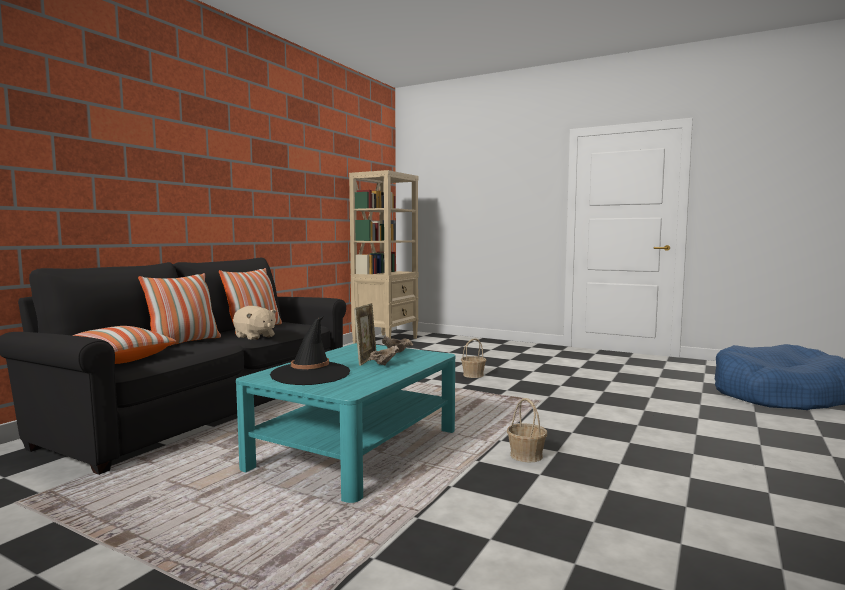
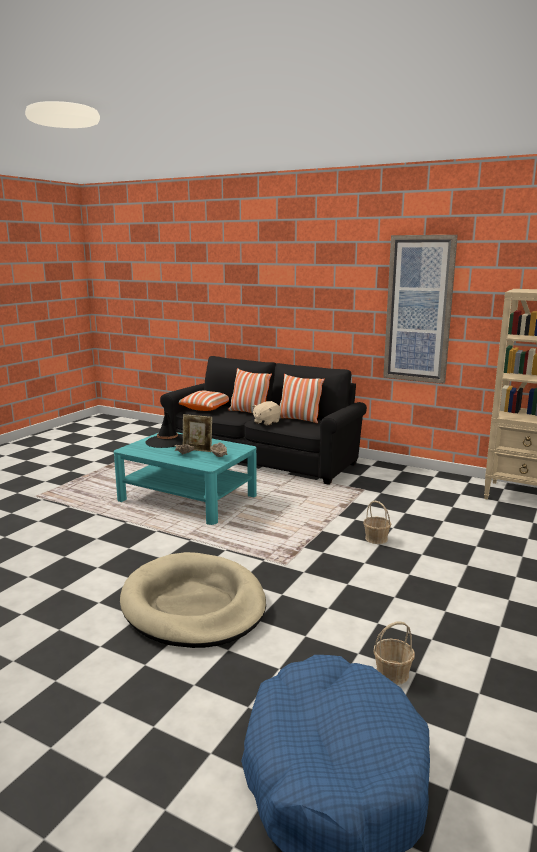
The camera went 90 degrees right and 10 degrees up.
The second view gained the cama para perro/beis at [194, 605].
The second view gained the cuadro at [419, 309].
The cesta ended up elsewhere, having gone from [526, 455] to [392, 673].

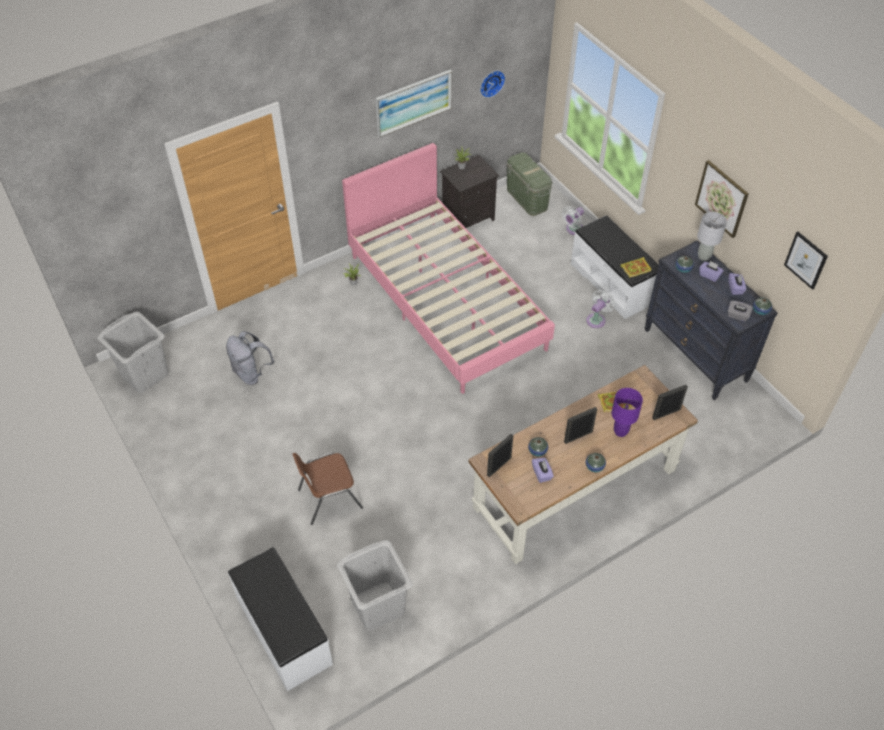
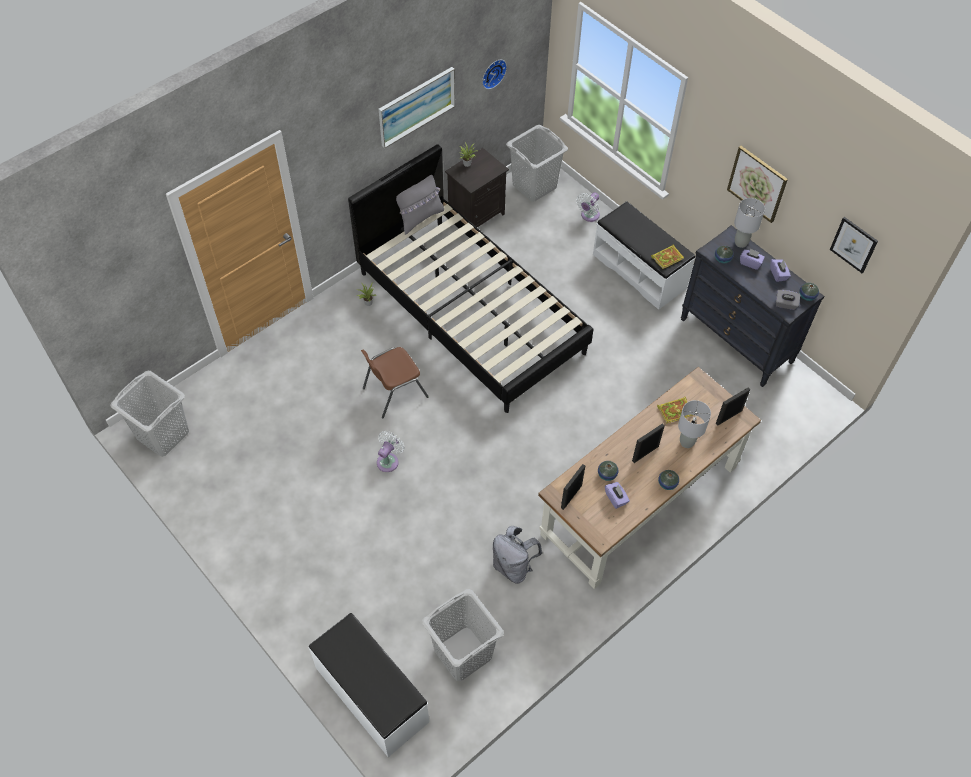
The camera went 10 degrees left and 5 degrees up.
The second view gained the cojín/gris at [419, 217].
The mochila/gris ended up elsewhere, having gone from [251, 373] to [513, 566].
The silla/marrón ended up elsewhere, having gone from [329, 498] to [394, 392].
The ventilador/blanco ended up elsewhere, having gone from [597, 319] to [389, 460].
Where the caja de almacenaje/verde stood at [527, 199], the cesto de la ropa/gris came to stand at [534, 186].
What was the cama/rosa at [446, 301] turned into the cama/negro at [470, 311].
What was the lámpara de mesa/morado at [621, 432] turned into the lámpara de mesa/gris at [687, 442].

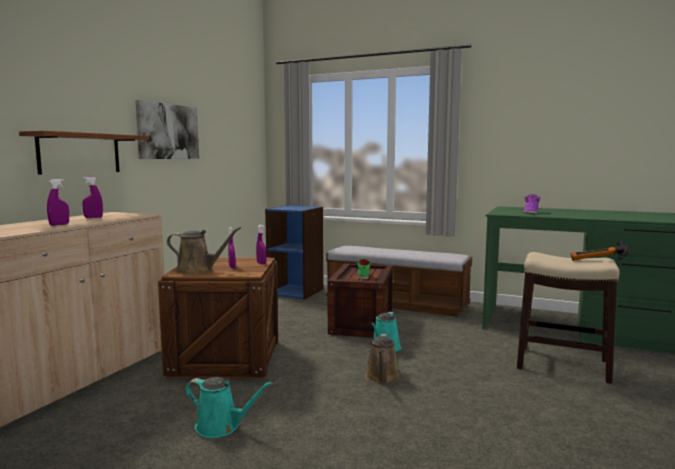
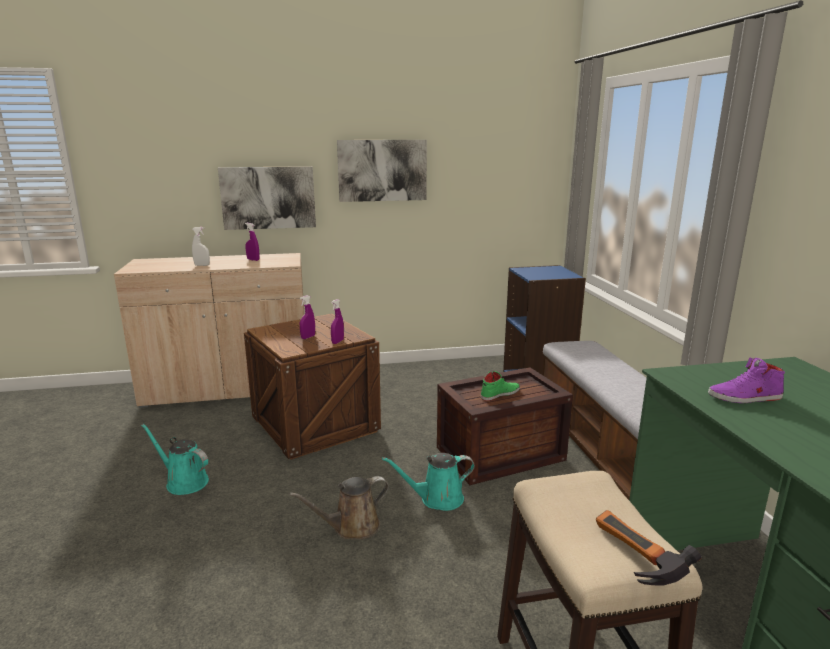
The camera went 55 degrees right and 10 degrees up.
The second view lost the regadera/marrón at [198, 270].
Where the estante/marrón hung at [80, 153], the cuadro came to hang at [268, 197].
What was the pulverizador/morado at [59, 225] turned into the pulverizador/blanco at [202, 265].
The regadera/turquesa at [221, 427] ended up facing another way, 135 degrees clockwise from before.

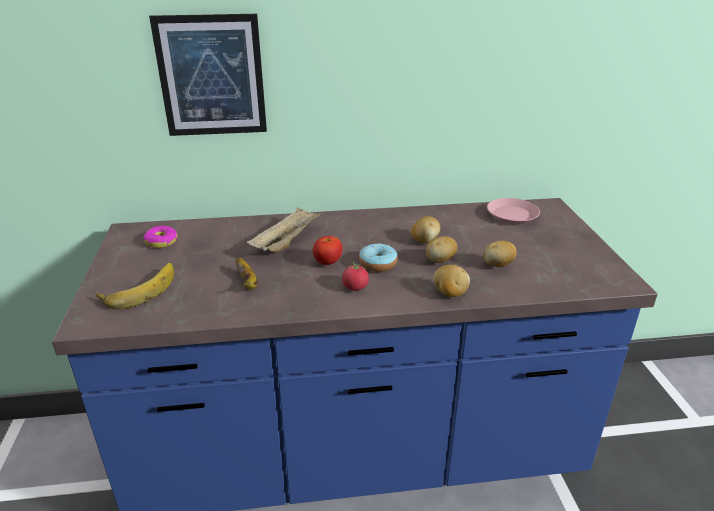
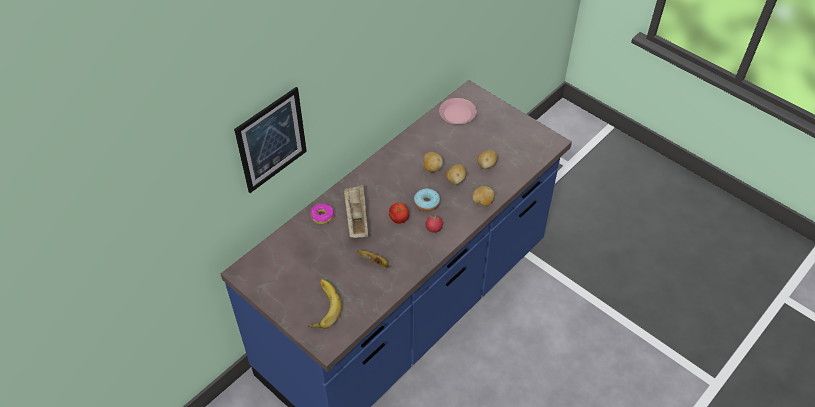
The camera went 40 degrees left and 20 degrees up.
The rosquilla ended up elsewhere, having gone from [161, 242] to [322, 216].

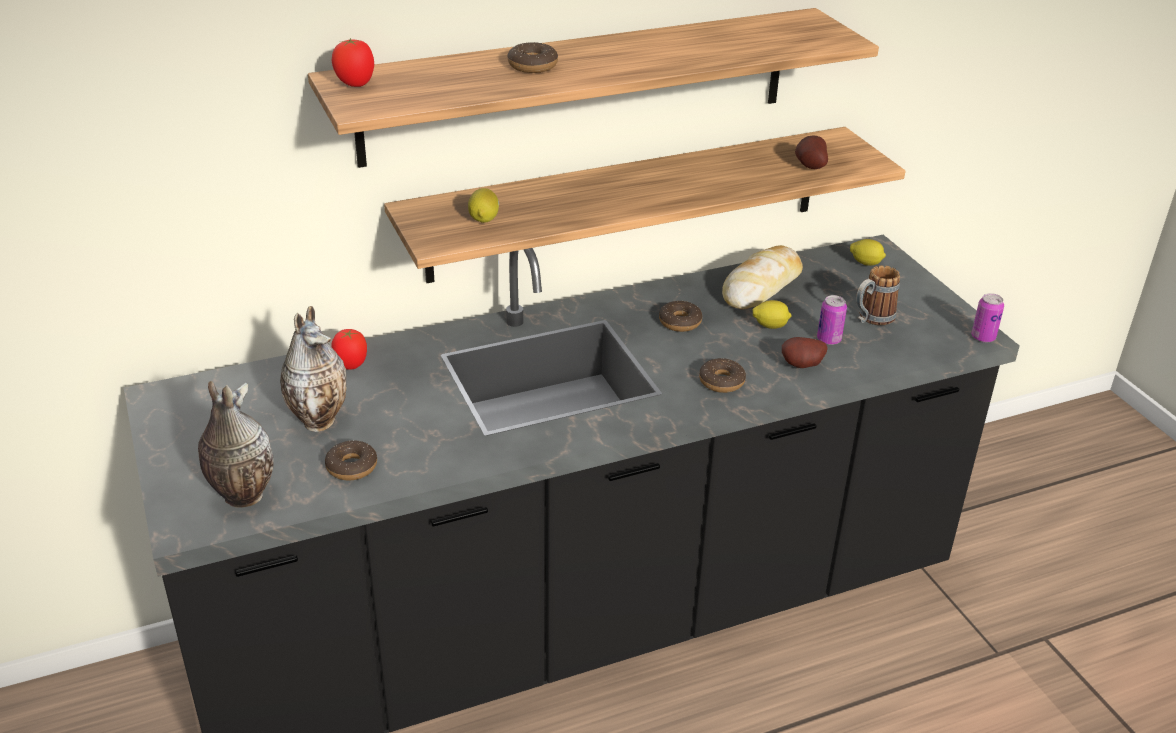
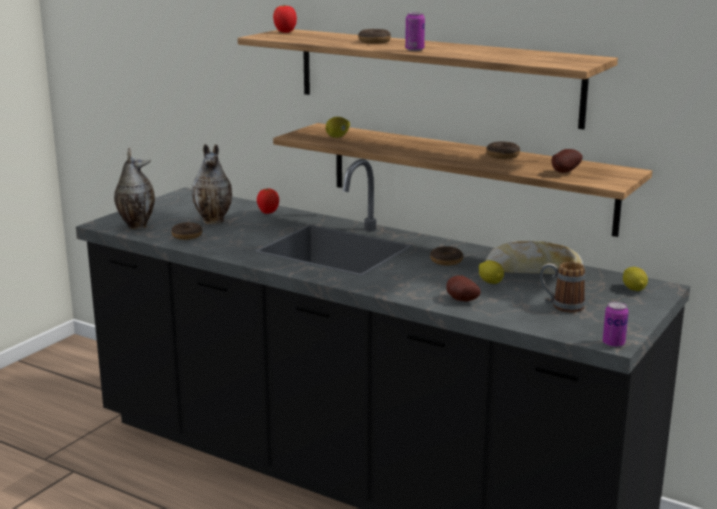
The camera went 55 degrees right and 15 degrees down.
The rosquilla ended up elsewhere, having gone from [721, 381] to [502, 155].
The lata ended up elsewhere, having gone from [829, 339] to [414, 50].

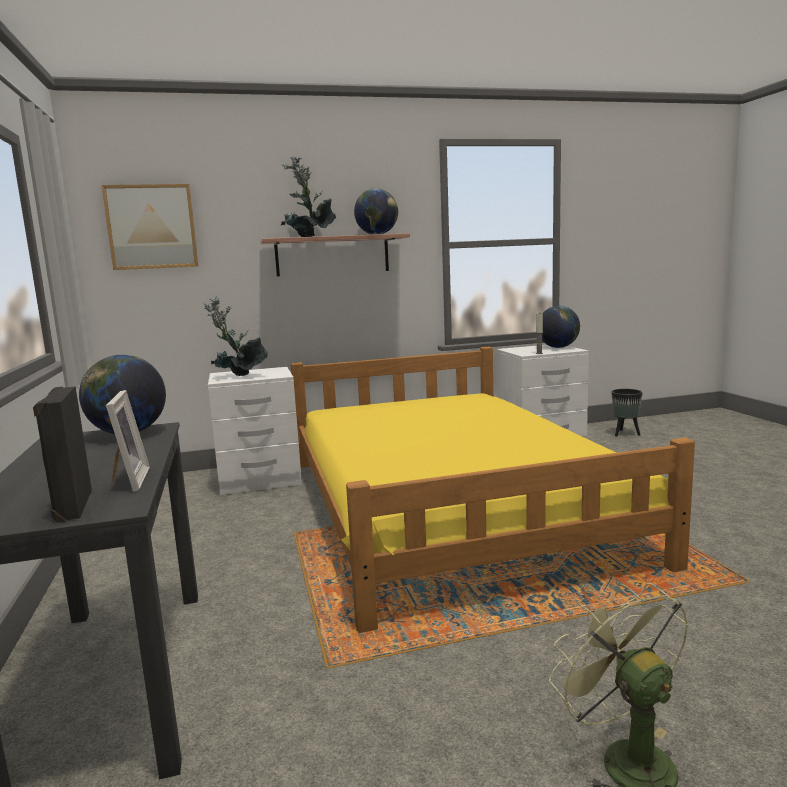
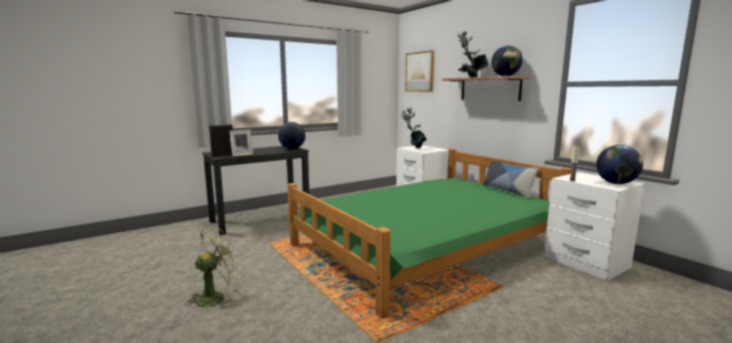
The camera went 70 degrees right and 0 degrees up.
The second view lost the maceta/negro at [625, 434].
The second view gained the cojín at [508, 190].
What was the cama/amarillo at [448, 506] turned into the cama/verde at [426, 245].

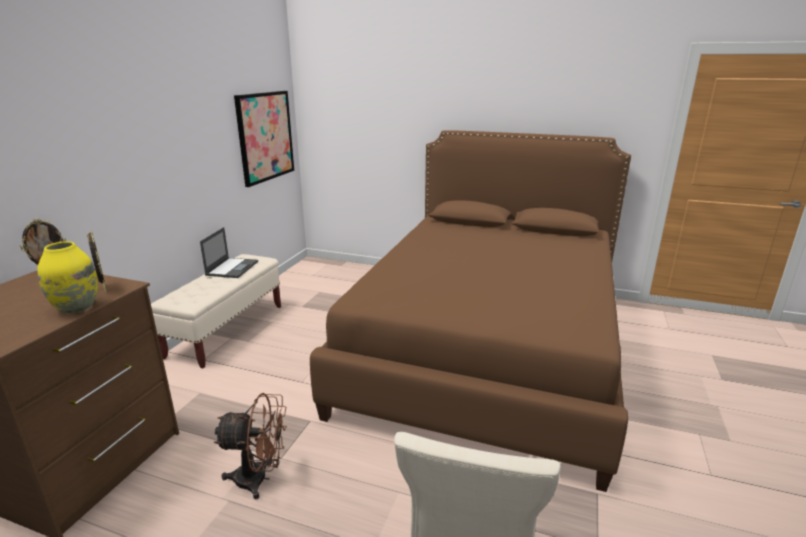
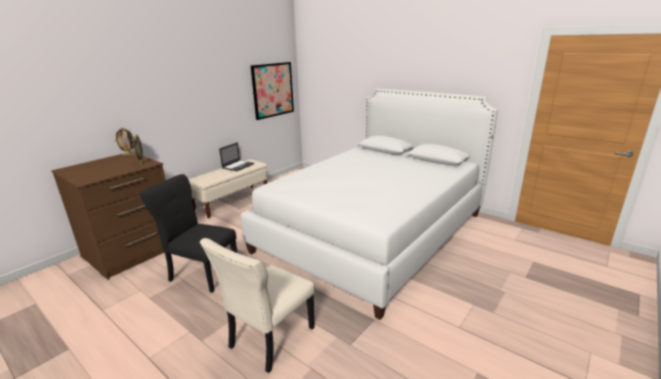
The camera went 20 degrees right and 0 degrees up.
The second view lost the florero/amarillo at [76, 307].
Where the ventilador/marrón stood at [259, 479], the silla/negro came to stand at [202, 273].
What was the cama/marrón at [488, 347] turned into the cama/blanco at [373, 232].

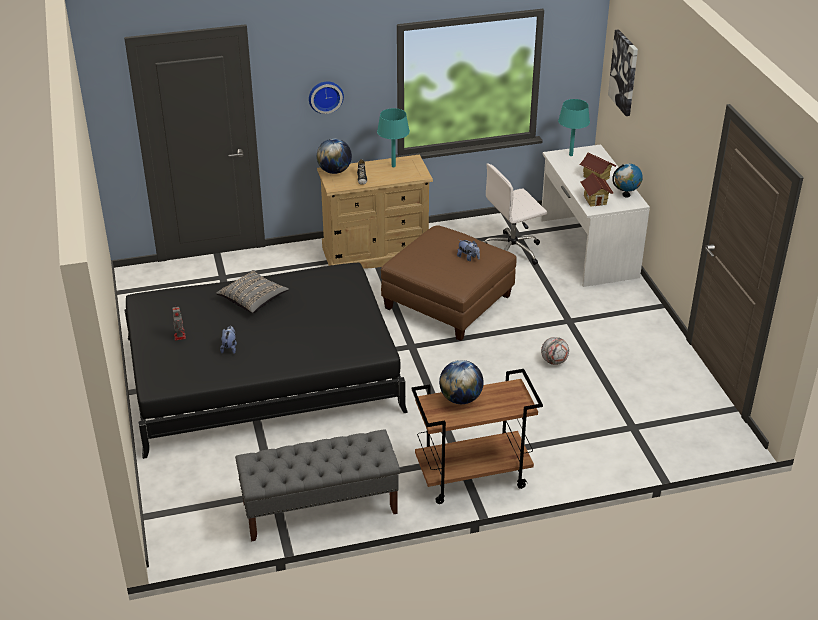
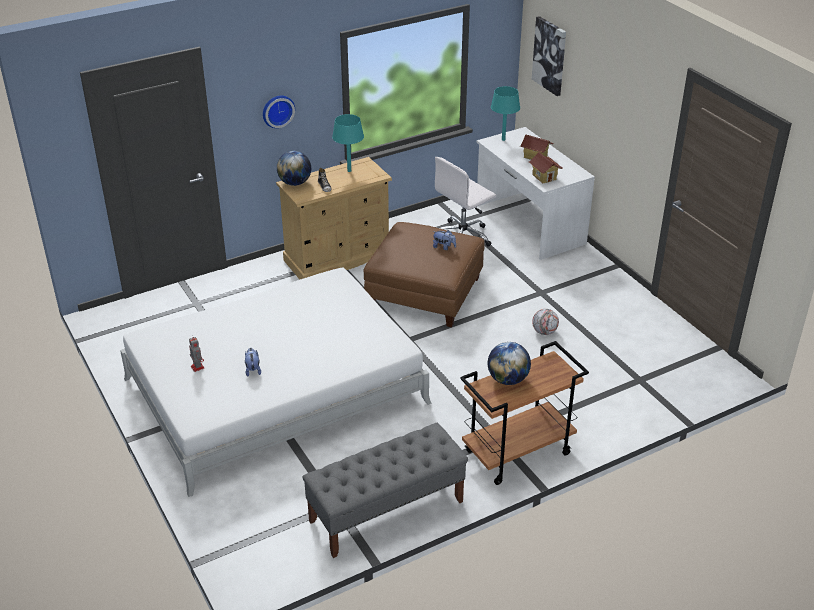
The camera went 15 degrees left and 0 degrees up.
The second view lost the cojín/gris at [253, 300].
The second view lost the globo terráqueo at [626, 195].
What was the cama/negro at [262, 374] turned into the cama/blanco at [275, 391].

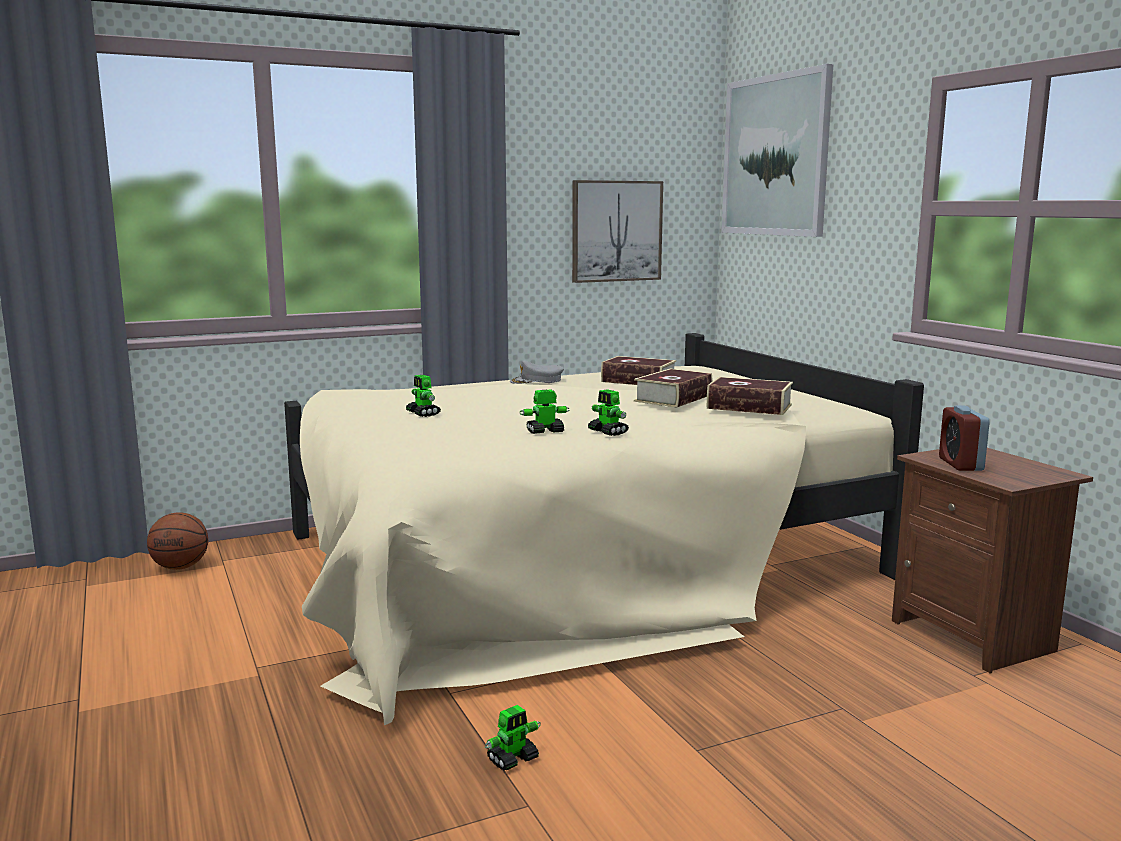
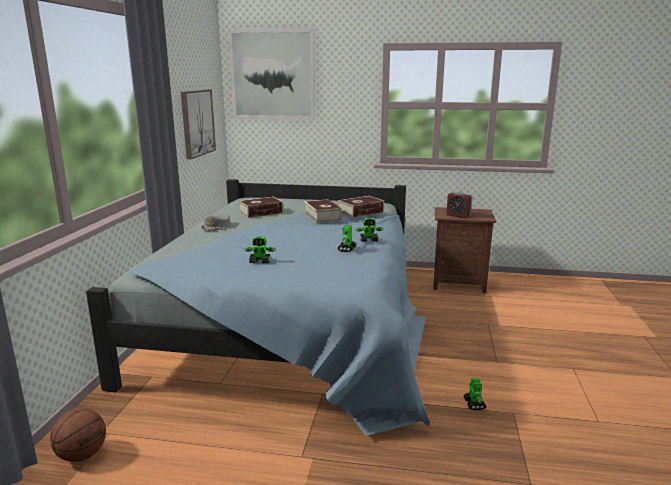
The camera went 55 degrees left and 5 degrees up.
What was the cama/beis at [575, 563] turned into the cama/azul at [294, 323].

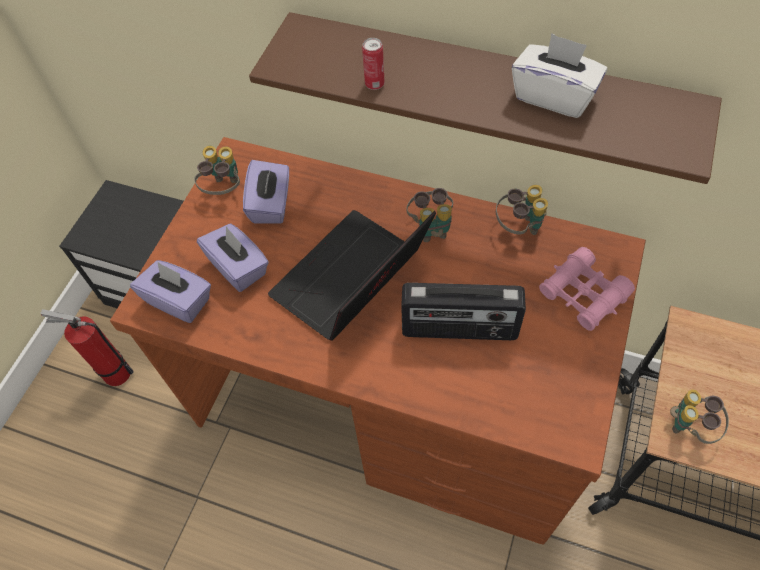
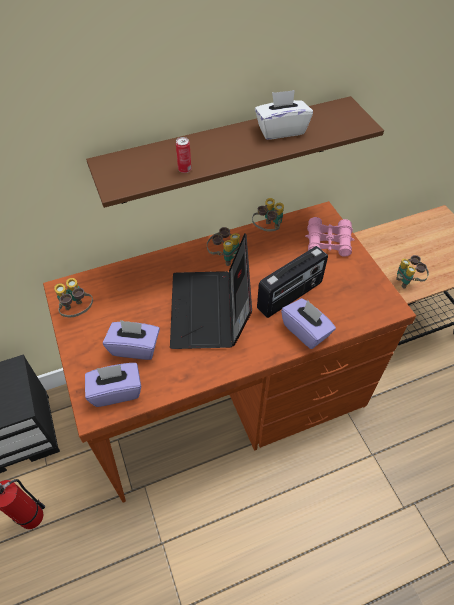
The camera went 45 degrees left and 5 degrees down.
The caja de pañuelos/morado ended up elsewhere, having gone from [271, 204] to [306, 331].

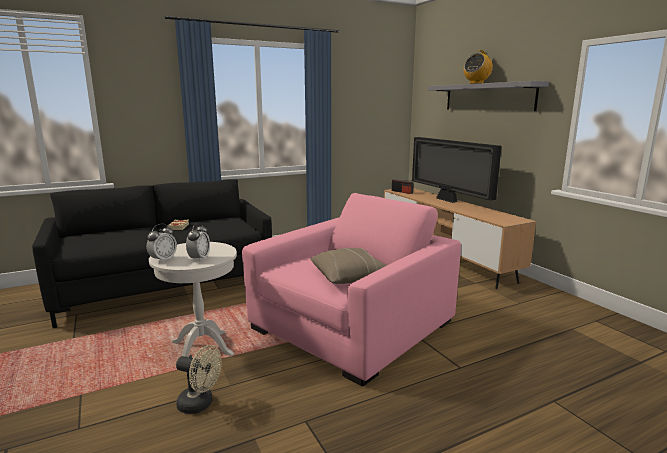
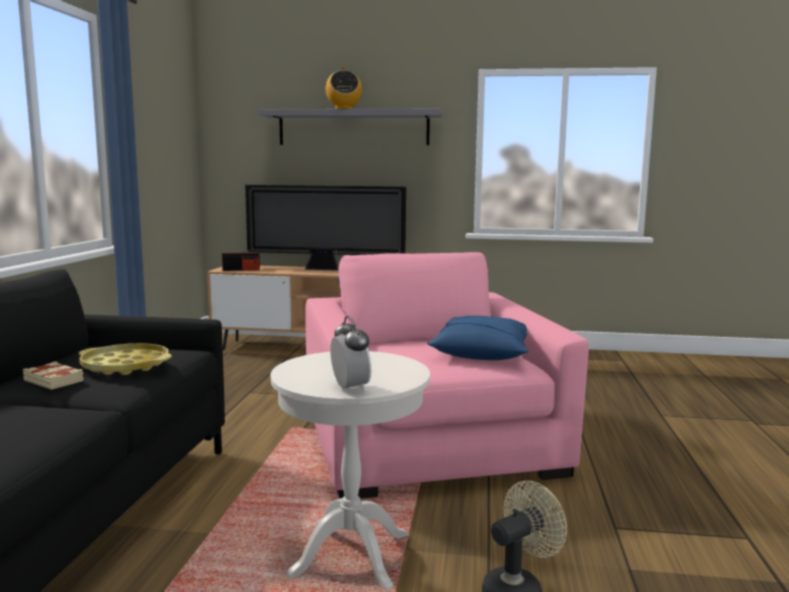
The camera went 55 degrees left and 5 degrees down.
The second view lost the despertador at [199, 258].
The second view gained the bandeja/amarillo at [125, 366].
What was the cojín/beis at [349, 277] turned into the cojín/azul at [482, 354].

